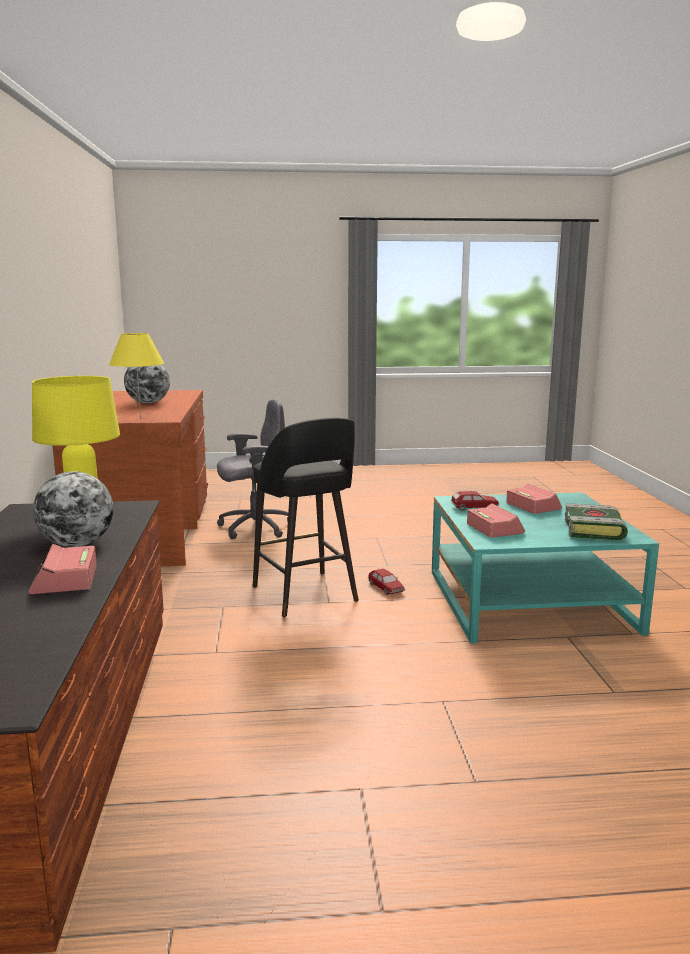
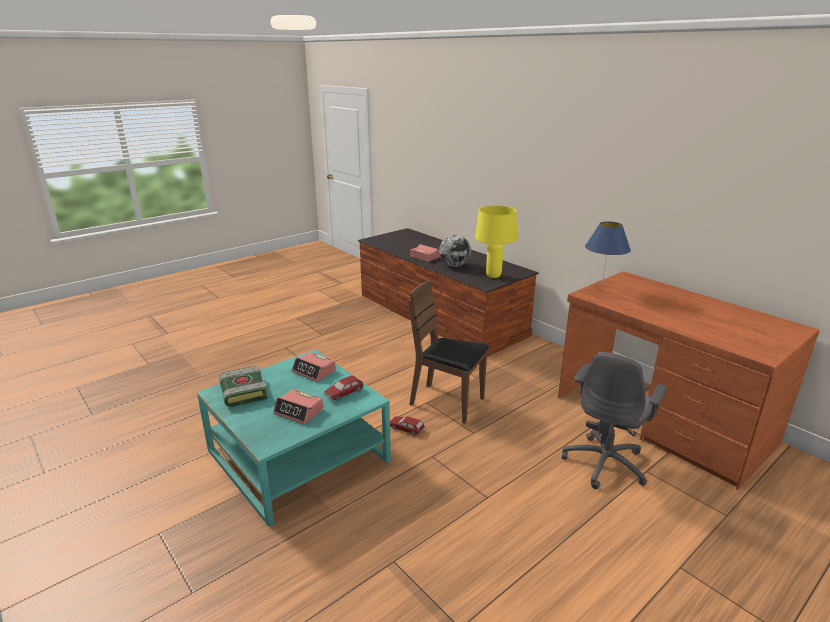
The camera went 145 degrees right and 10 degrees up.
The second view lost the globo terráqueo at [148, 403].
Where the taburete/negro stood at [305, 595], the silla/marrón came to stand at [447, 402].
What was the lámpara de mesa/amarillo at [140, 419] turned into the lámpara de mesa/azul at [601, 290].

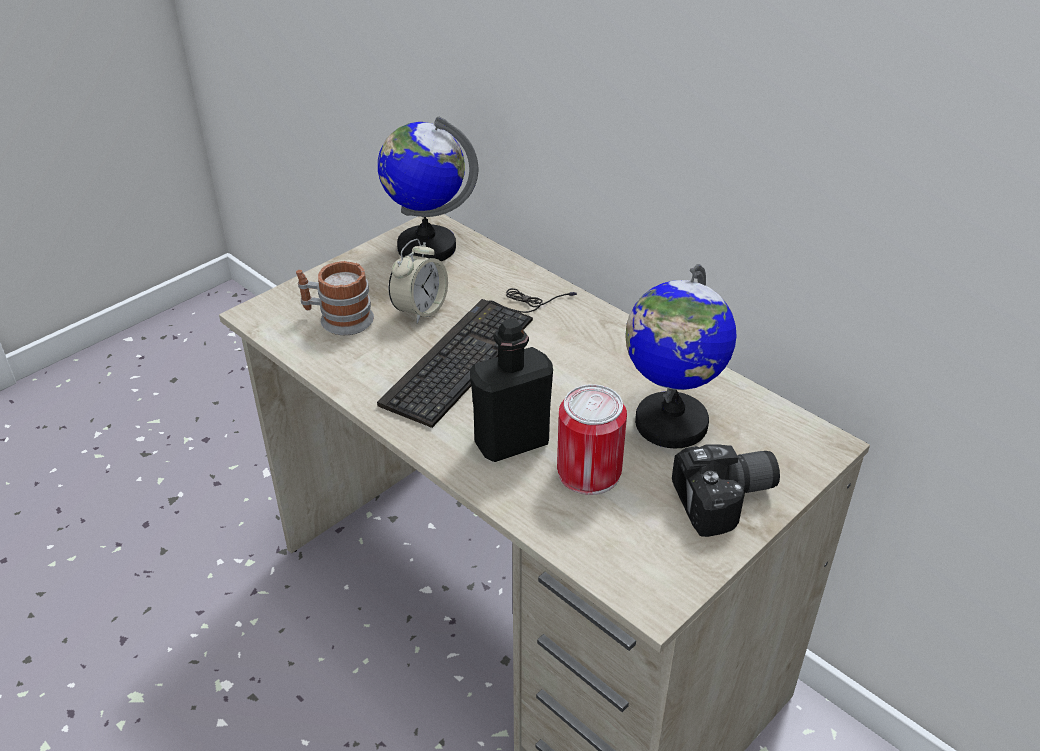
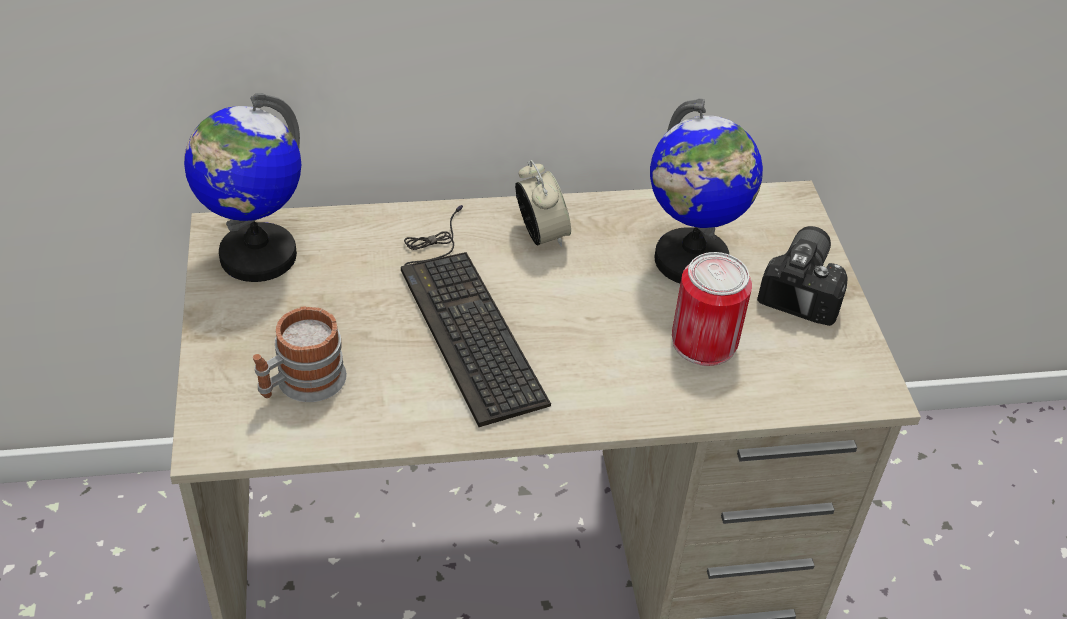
The camera went 55 degrees left and 5 degrees up.
The second view lost the botella/negro at [512, 442].
The despertador ended up elsewhere, having gone from [420, 310] to [541, 235].

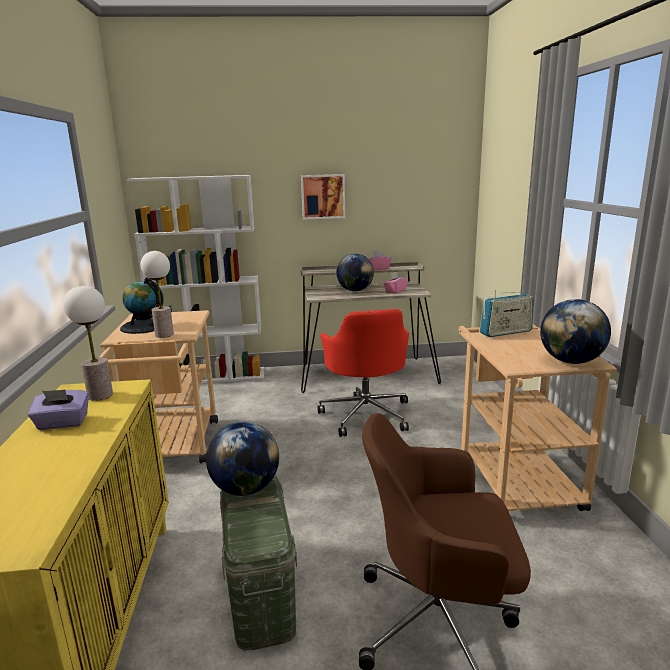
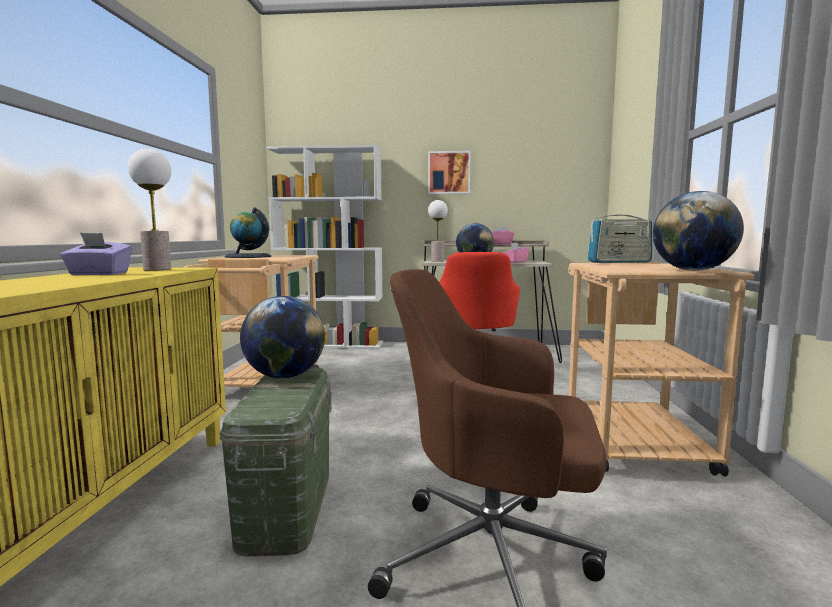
The camera went 10 degrees right and 10 degrees down.
The lámpara de mesa ended up elsewhere, having gone from [164, 334] to [437, 261].

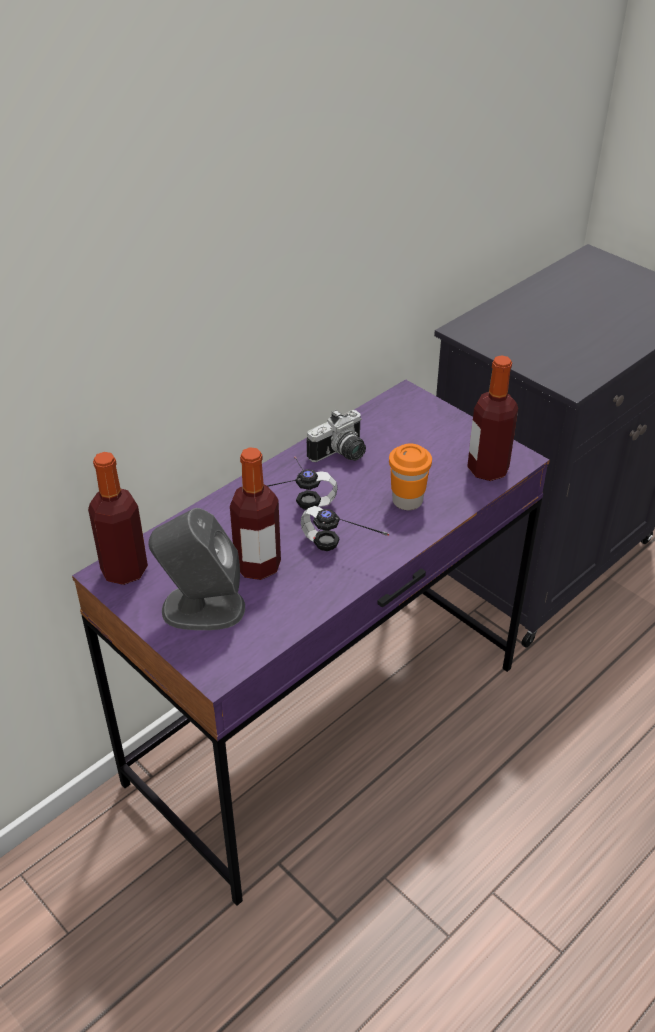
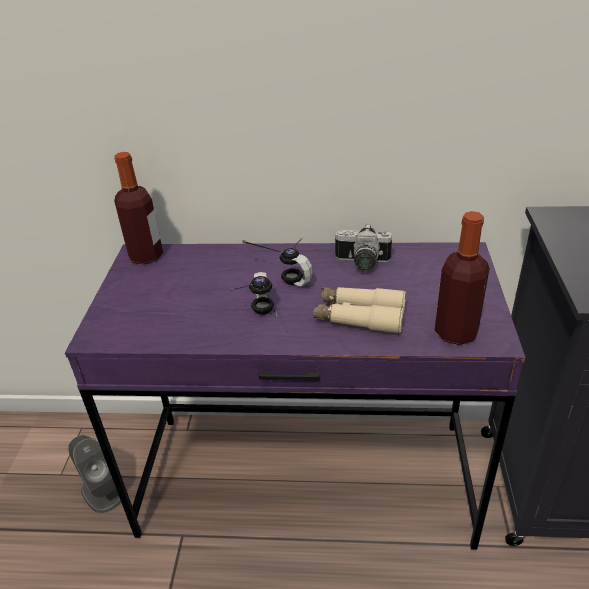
The camera went 50 degrees right and 5 degrees down.
The second view lost the botella at [258, 566].
The altavoz/gris ended up elsewhere, having gone from [202, 608] to [102, 491].
Where the taza/naranja stood at [407, 501], the prismáticos/beis came to stand at [359, 317].

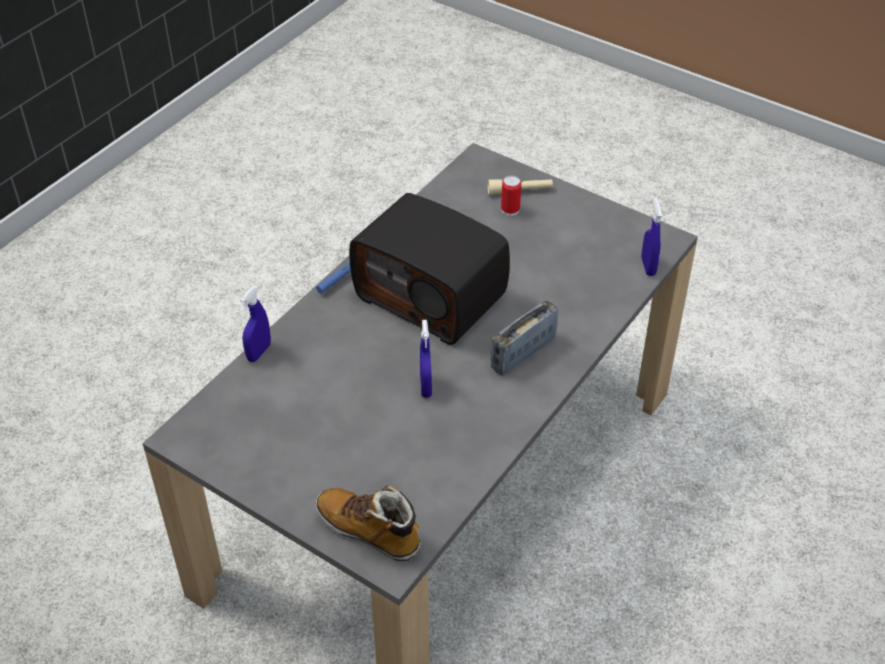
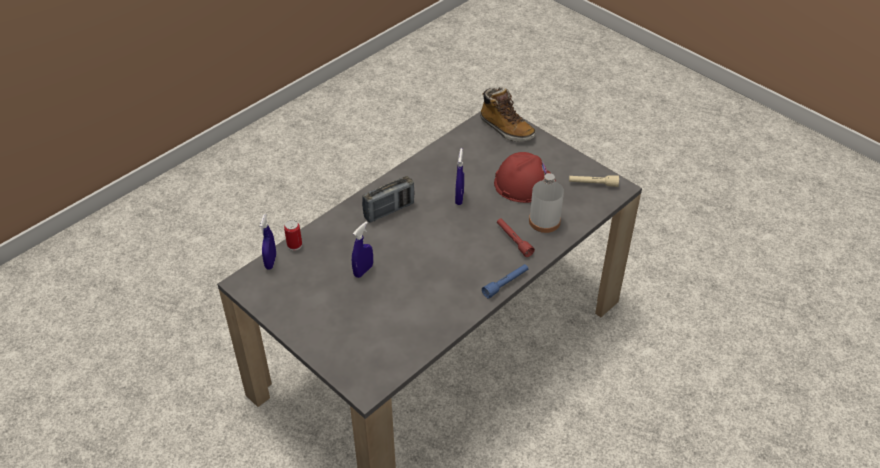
The camera went 170 degrees left and 0 degrees up.
The second view lost the radio at [432, 295].
The second view gained the casco/rojo at [524, 183].
The second view gained the linterna/rojo at [513, 240].
The second view gained the botella/blanco at [544, 221].
The pulverizador/azul ended up elsewhere, having gone from [259, 352] to [363, 271].
The linterna/beis ended up elsewhere, having gone from [519, 191] to [593, 184].
The lata ended up elsewhere, having gone from [510, 209] to [294, 245].

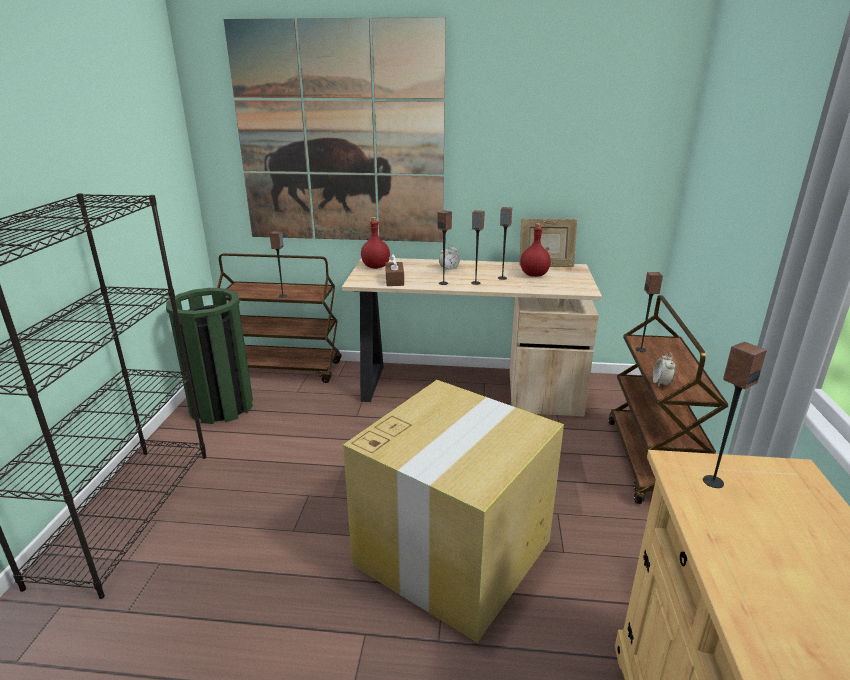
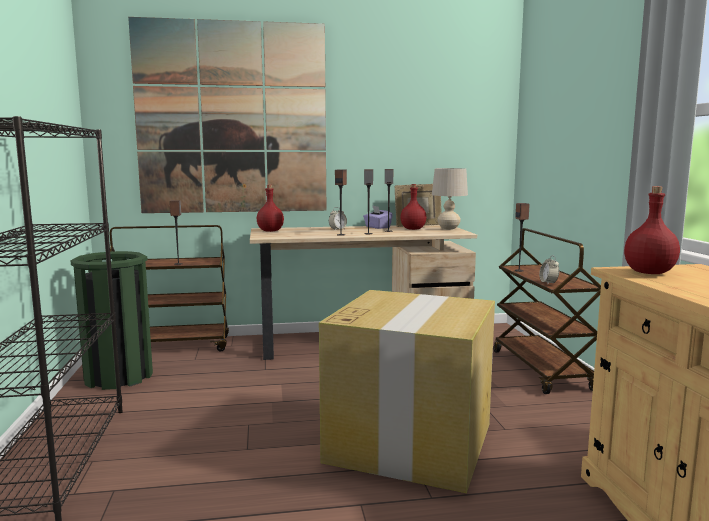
The camera went 15 degrees left and 15 degrees down.
The second view lost the caja de pañuelos/marrón at [394, 280].
The second view gained the caja de pañuelos/morado at [377, 227].
The second view gained the lámpara de mesa/beis at [448, 229].
Where the altavoz stood at [712, 481], the botella/rojo came to stand at [648, 272].

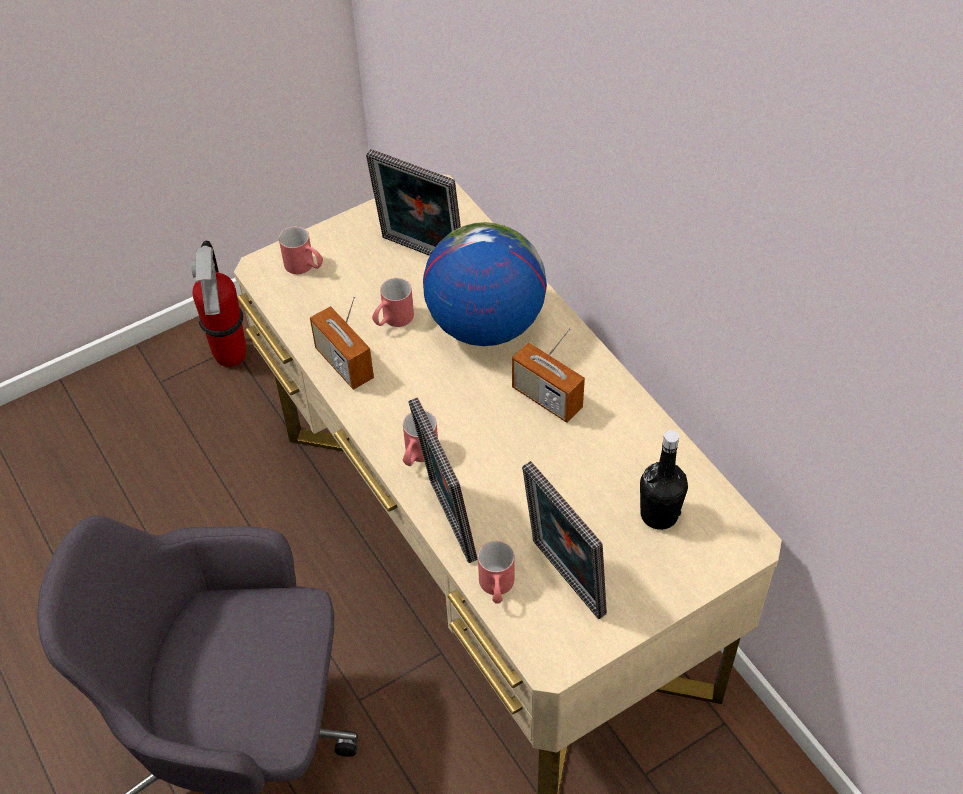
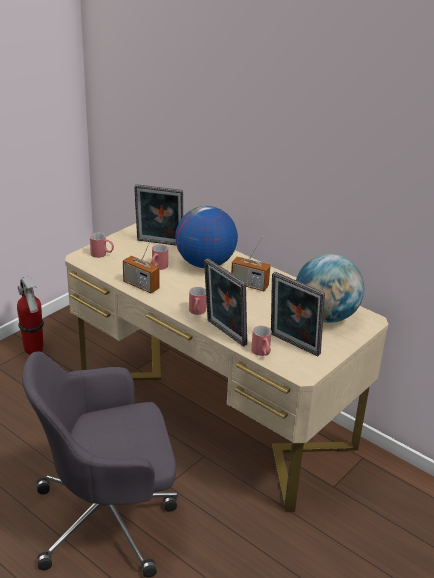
The camera went 20 degrees left and 20 degrees down.
Where the botella/negro stood at [659, 514], the globo terráqueo came to stand at [325, 316].

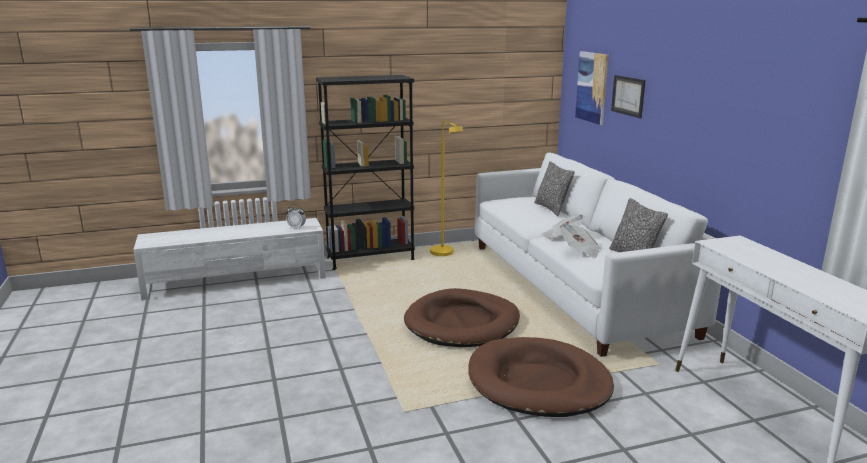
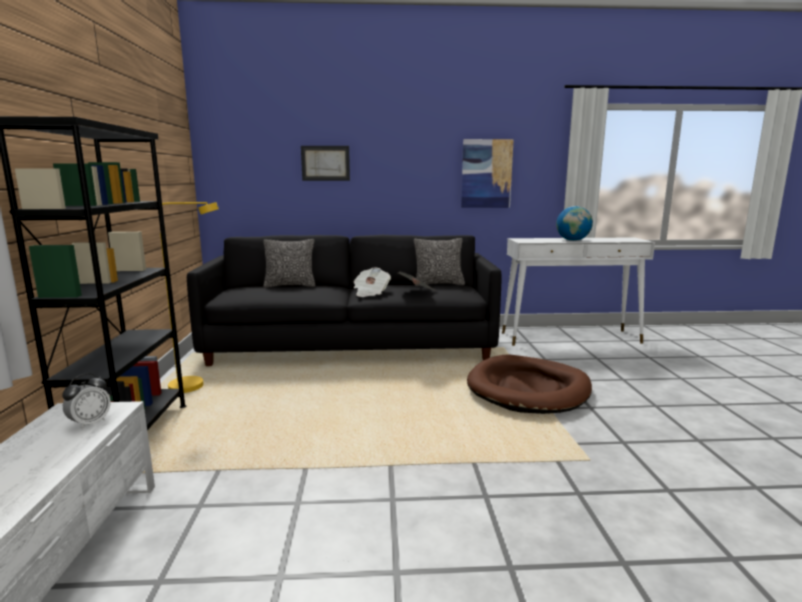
The camera went 75 degrees left and 5 degrees down.
The second view lost the cama para perro/marrón at [462, 323].
The second view gained the globo terráqueo at [572, 240].
The cuadro ended up elsewhere, having gone from [592, 87] to [486, 173].
What was the sofá/blanco at [574, 286] turned into the sofá/negro at [351, 346].

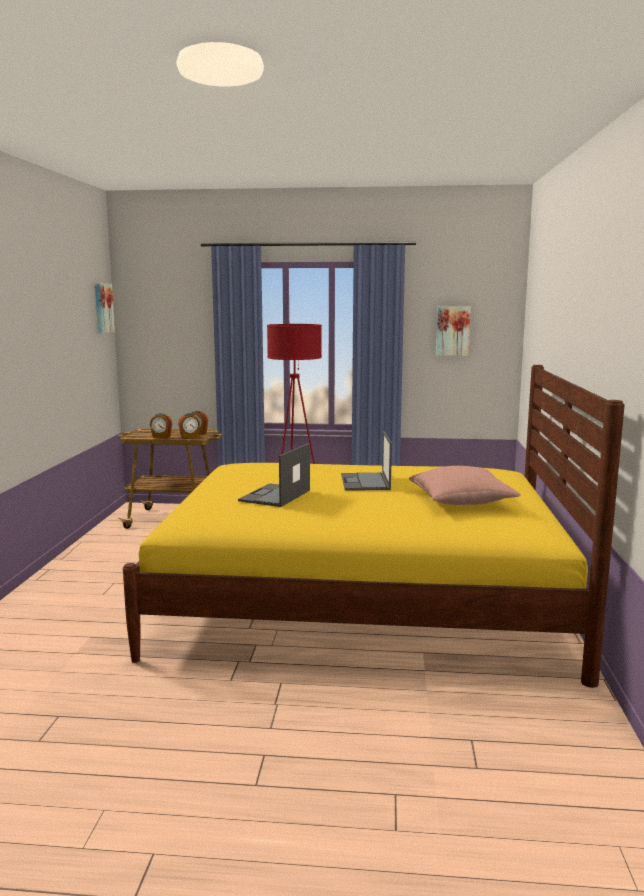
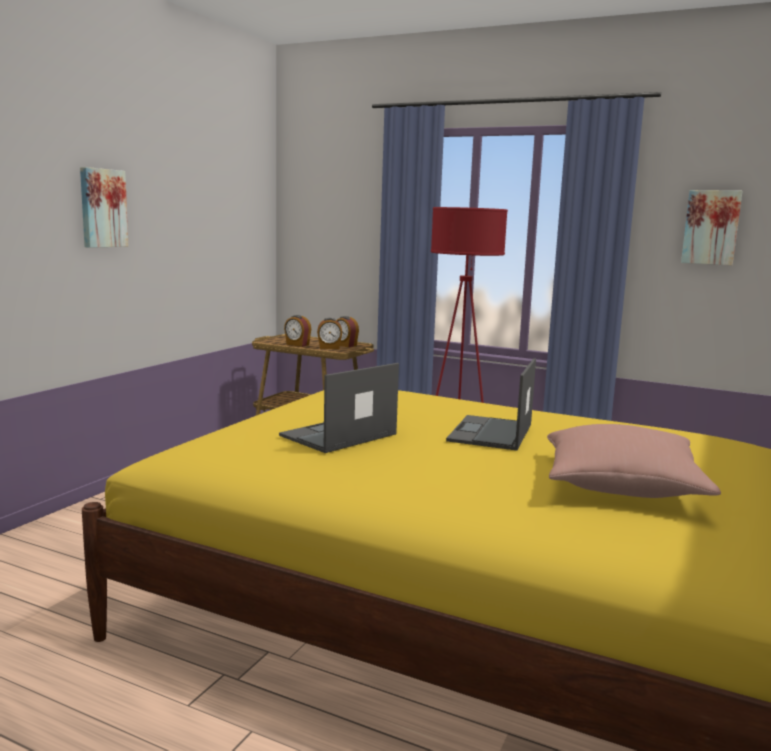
The camera went 20 degrees right and 0 degrees up.
The cuadro ended up elsewhere, having gone from [102, 308] to [102, 208].

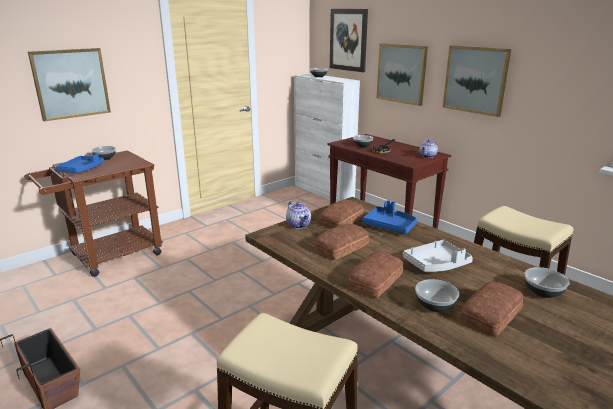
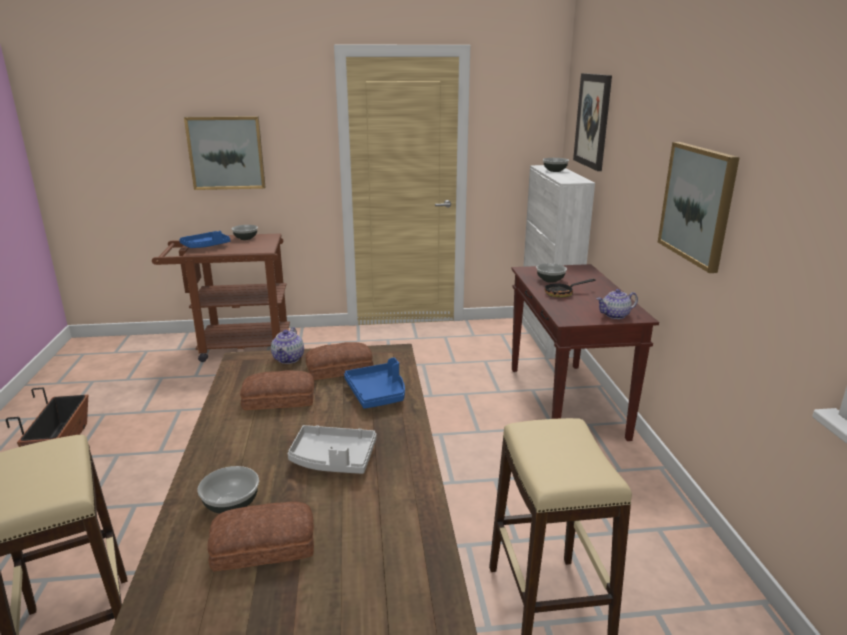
The camera went 35 degrees right and 0 degrees up.
The second view lost the pan at [374, 280].
The second view lost the cuadro at [401, 73].
The second view lost the cuenco at [543, 292].

